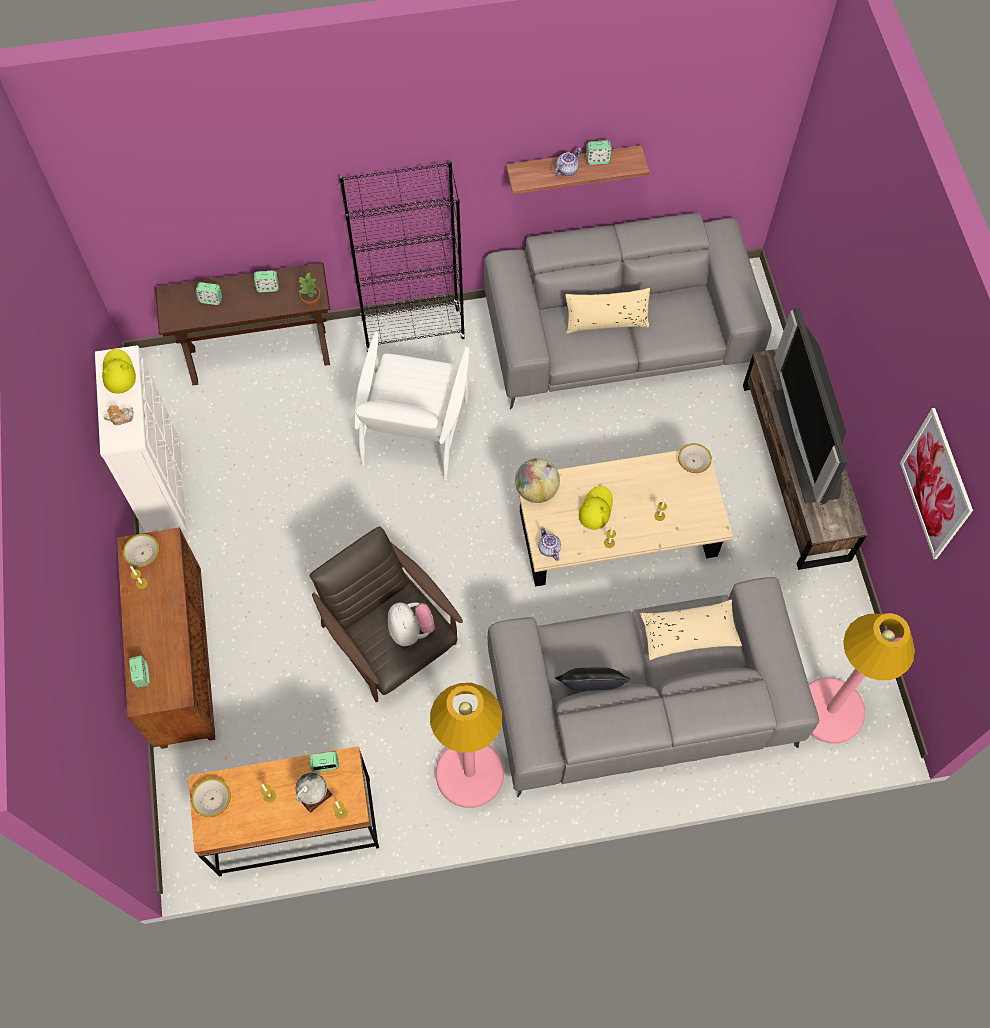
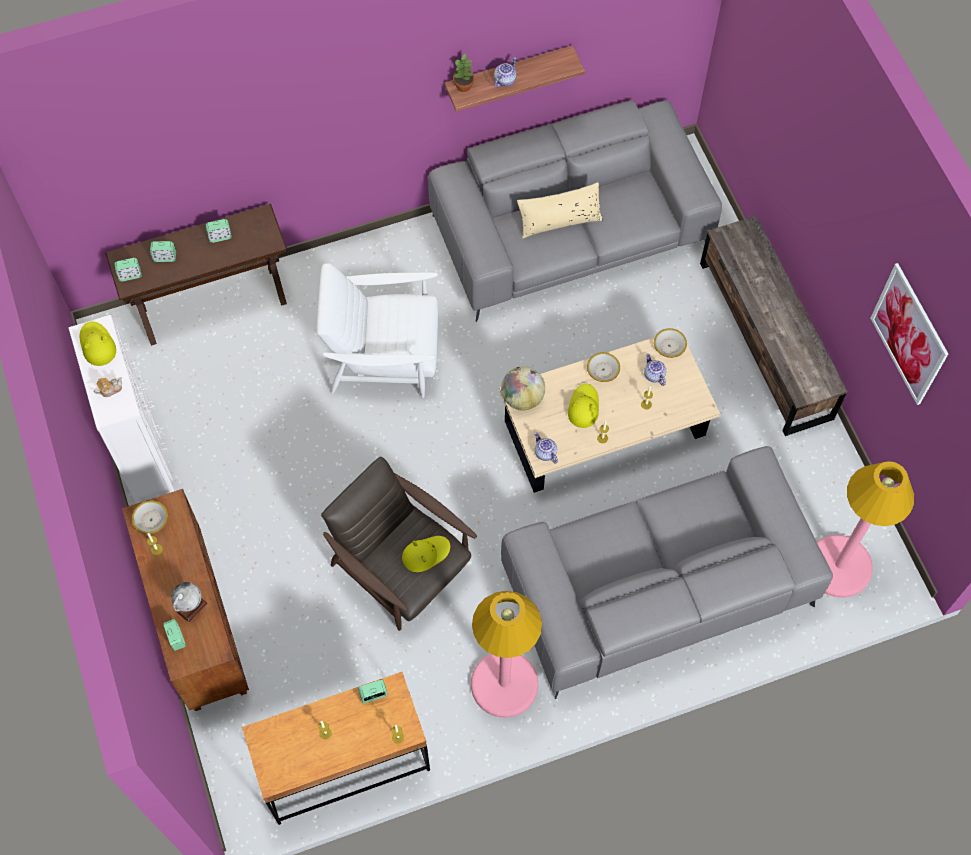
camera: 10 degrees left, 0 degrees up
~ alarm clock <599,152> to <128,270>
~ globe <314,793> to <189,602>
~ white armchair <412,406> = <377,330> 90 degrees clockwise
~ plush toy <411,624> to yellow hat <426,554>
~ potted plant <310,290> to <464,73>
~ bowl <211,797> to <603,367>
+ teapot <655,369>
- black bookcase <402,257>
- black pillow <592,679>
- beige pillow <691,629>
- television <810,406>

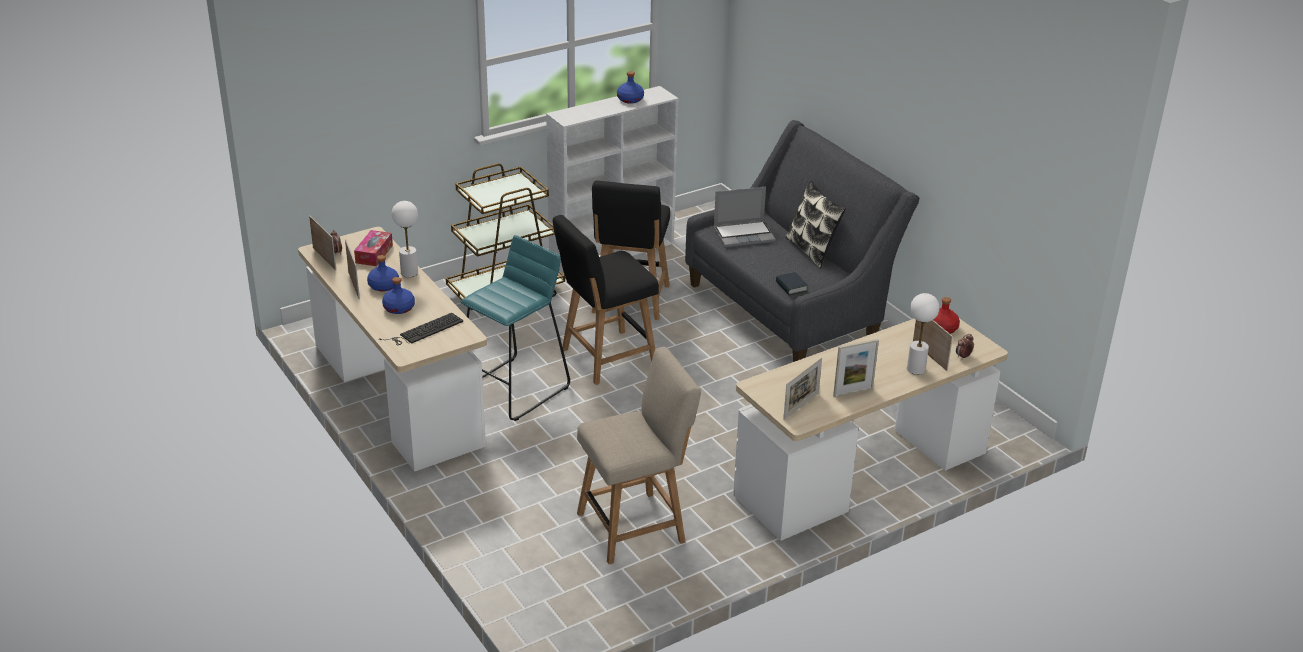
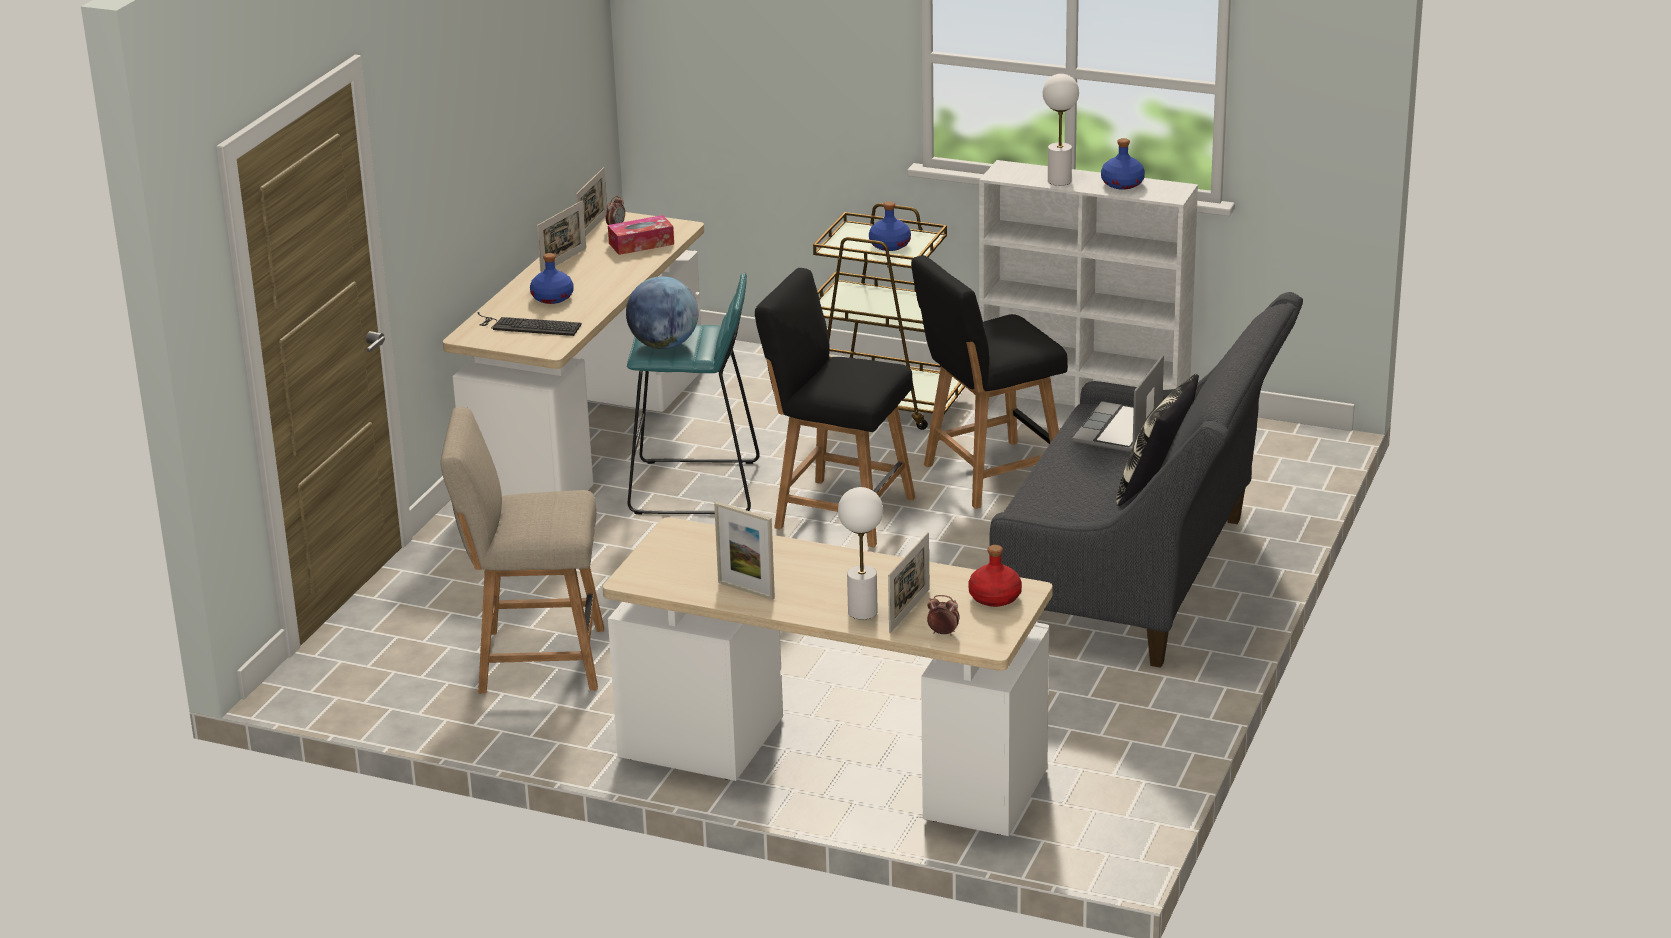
camera: 55 degrees right, 5 degrees down
~ beige chair <639,456> = <522,550> 150 degrees clockwise
+ globe <662,312>
~ blue bottle <383,273> to <890,226>
~ white table lamp <404,239> to <1061,130>
~ laptop <745,217> = <1118,403> 75 degrees clockwise
- book <792,283>
- picture frame <802,389>

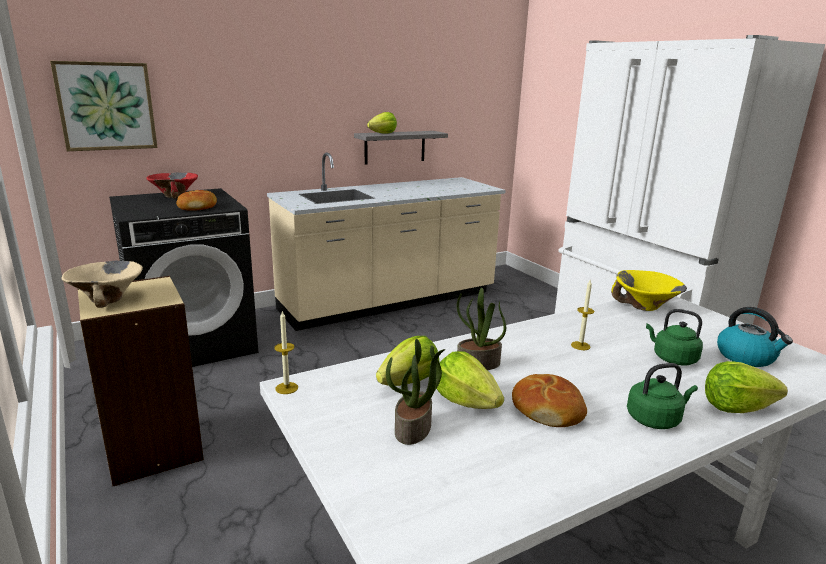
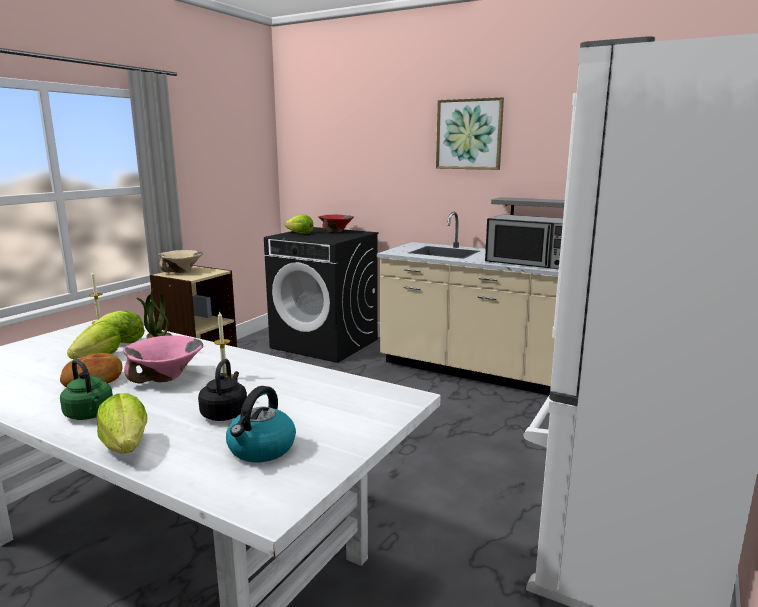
camera: 60 degrees right, 5 degrees down
+ pink bowl <163,359>
~ green kettle <674,337> to black kettle <222,390>
~ lettuce <382,123> to <299,224>
~ picture <104,106> to <470,133>
+ microwave <524,241>
- bread <196,200>
- potted plant <415,392>
- yellow bowl <649,290>

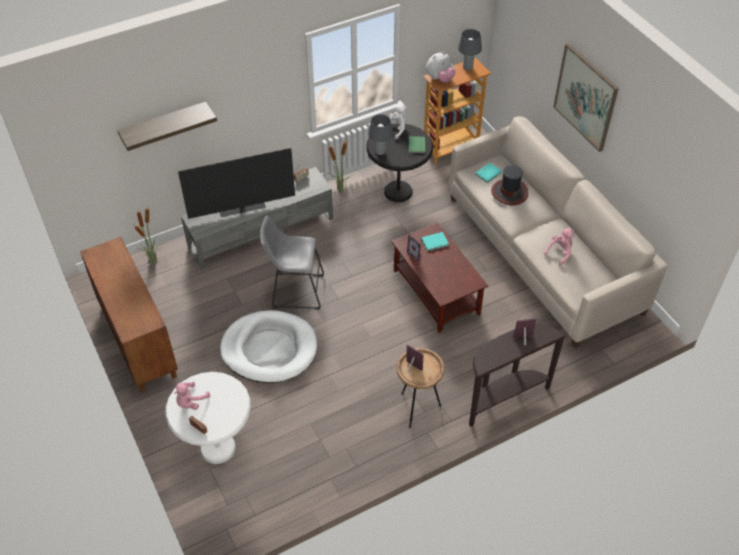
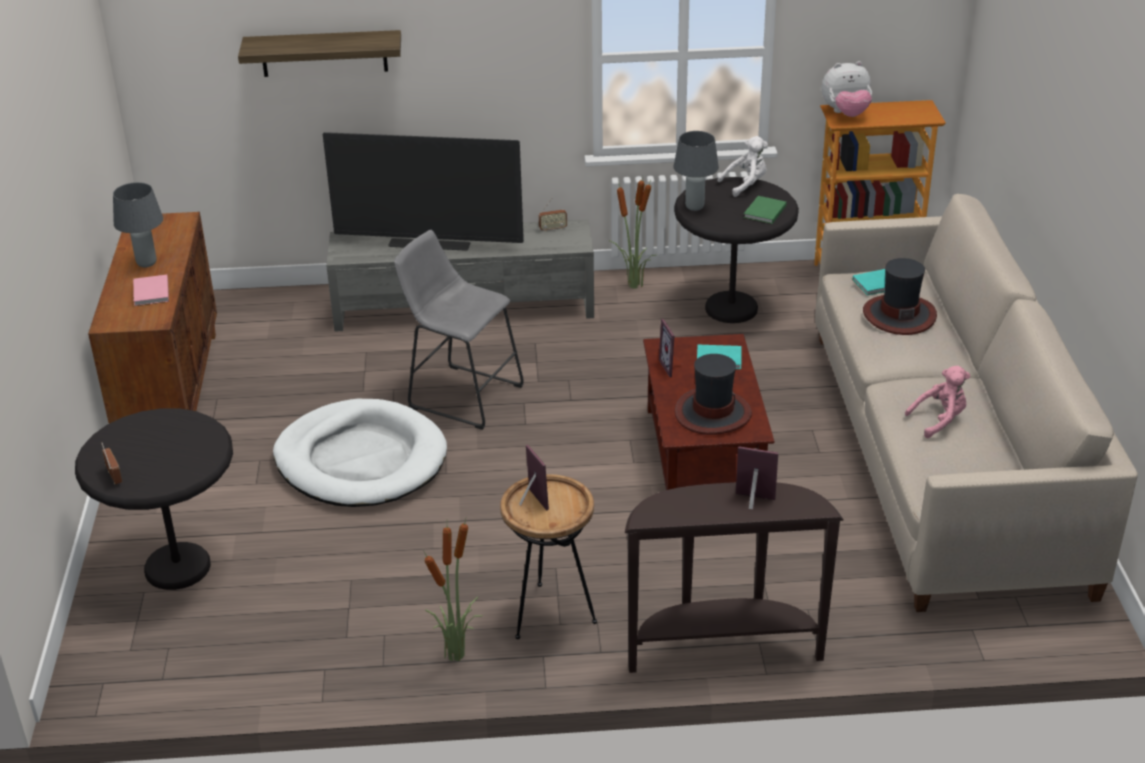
camera: 25 degrees right, 15 degrees down
~ white side table <208,418> to black side table <154,499>
~ grey table lamp <470,49> to <138,224>
+ pink book <151,290>
~ potted plant <149,235> to <453,590>
+ hat <713,394>
- pink plush toy <192,396>
- picture <586,97>

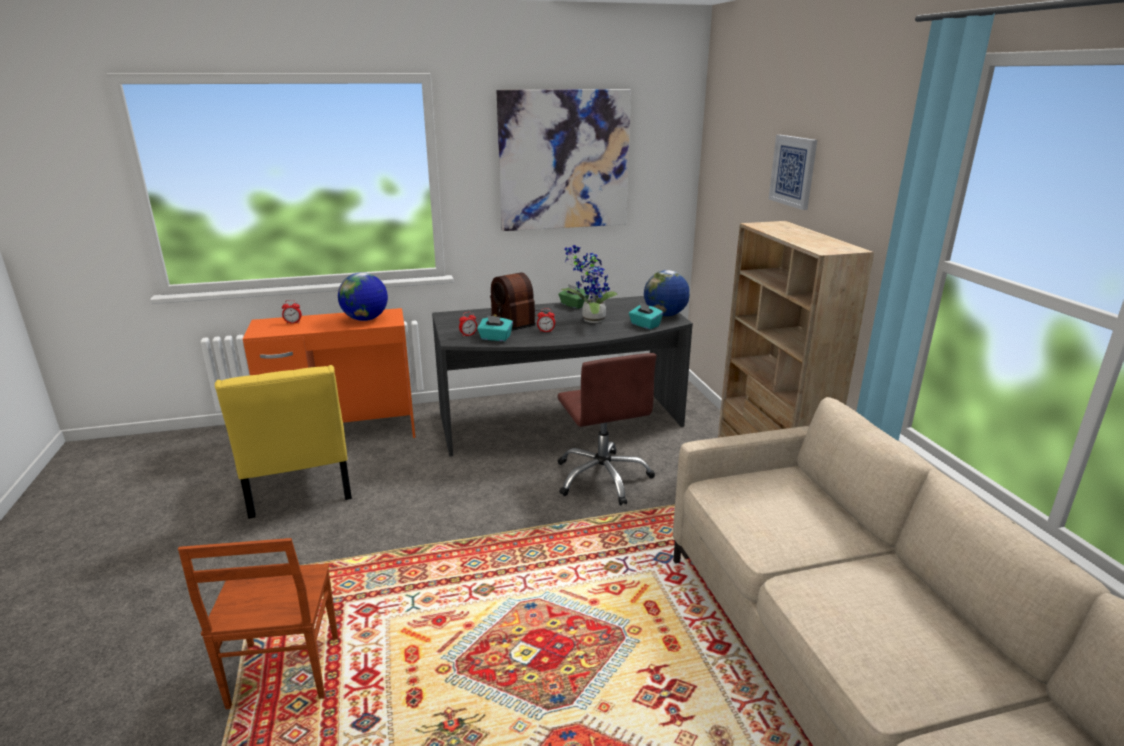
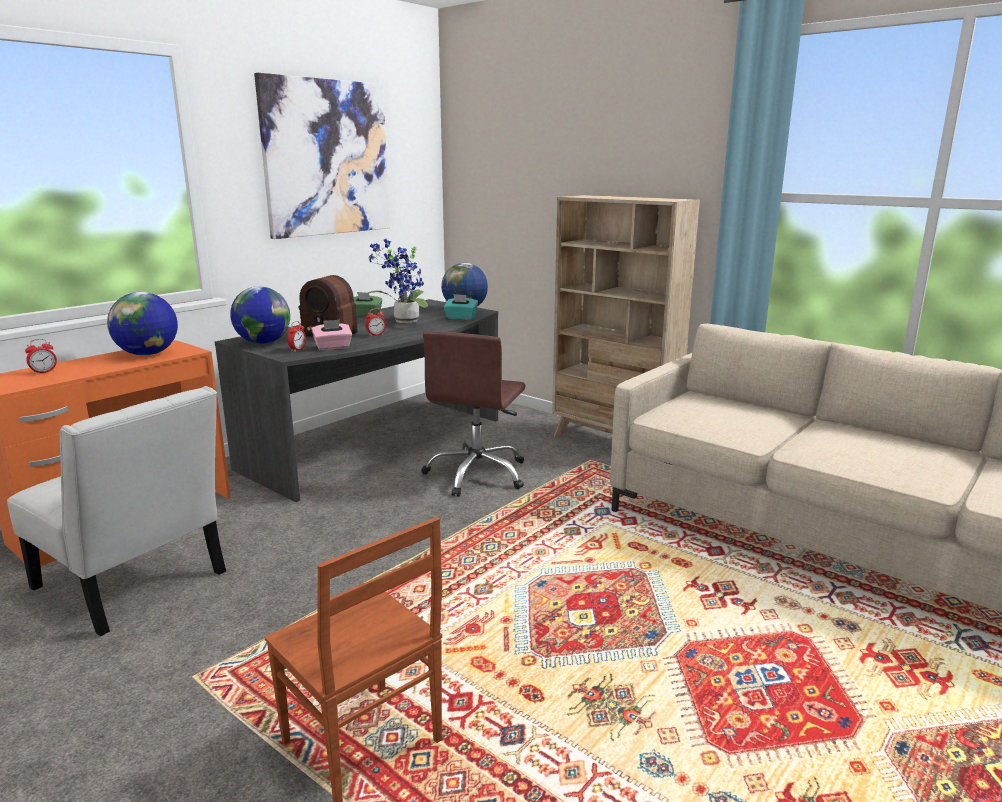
camera: 35 degrees left, 5 degrees down
~ yellow chair <283,442> to white chair <116,511>
+ globe <260,315>
~ turquoise tissue box <495,328> to pink tissue box <331,335>
~ brown office chair <607,429> = <473,414> 75 degrees clockwise
- picture <793,172>

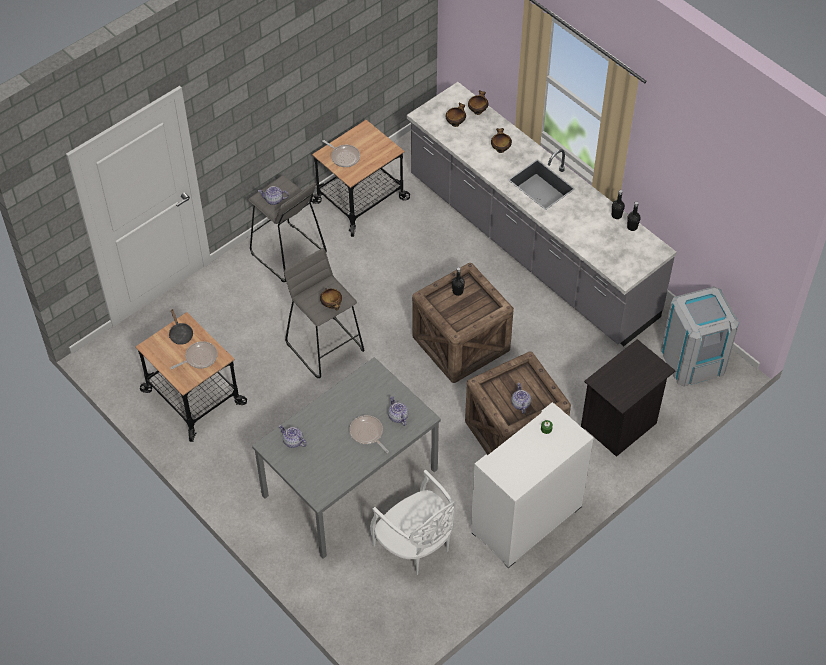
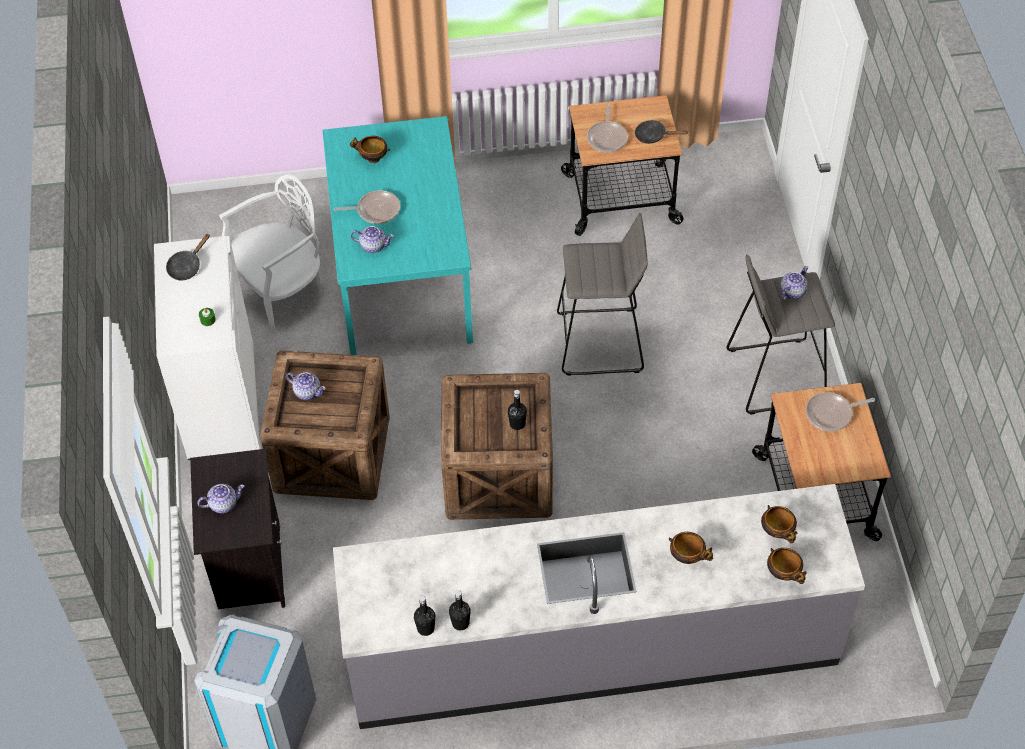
camera: 125 degrees right, 0 degrees up
+ black frying pan <188,257>
~ teapot <293,436> to <221,498>
~ white chair <412,522> = <270,253> 150 degrees clockwise
~ grey dining table <346,458> to turquoise dining table <397,235>
~ bowl <331,299> to <370,149>

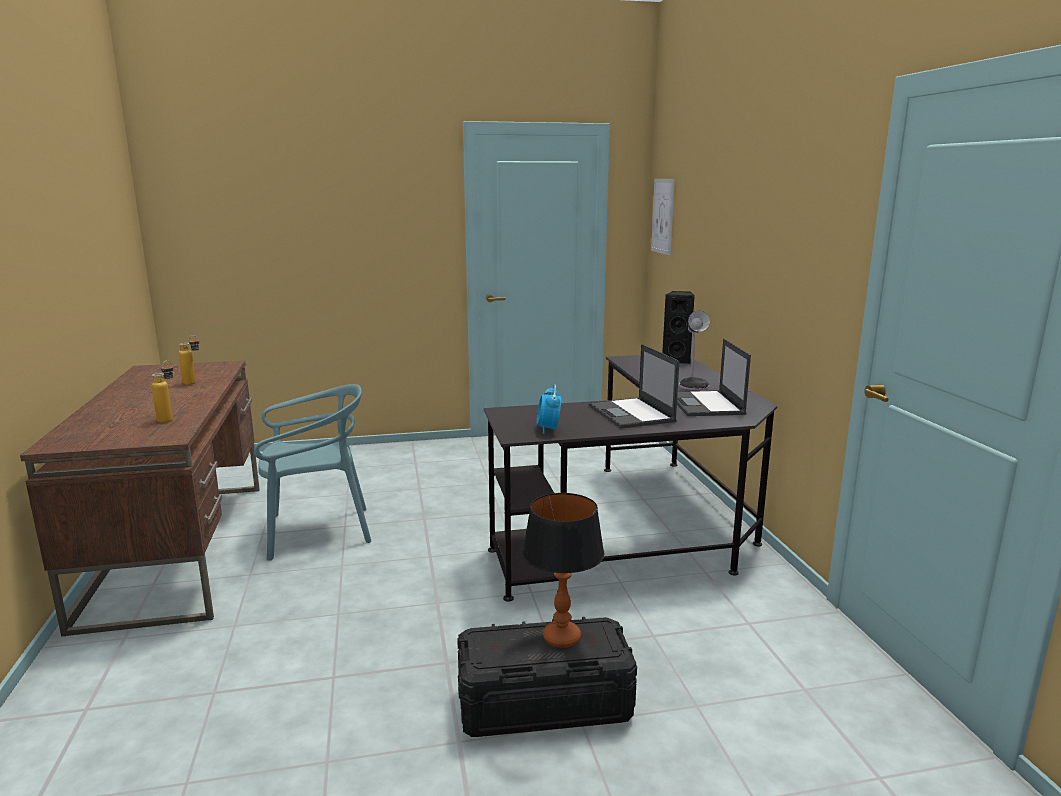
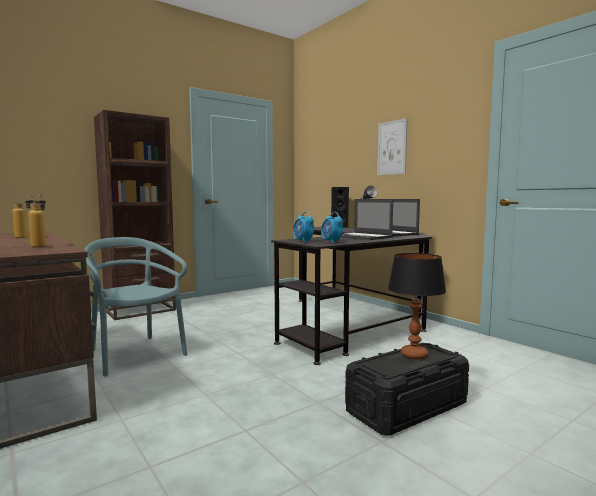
camera: 25 degrees left, 10 degrees down
~ turquoise chair <312,472> = <136,307> 90 degrees counterclockwise
+ brown bookcase <135,215>
+ alarm clock <303,227>
~ picture <663,217> to <392,146>

